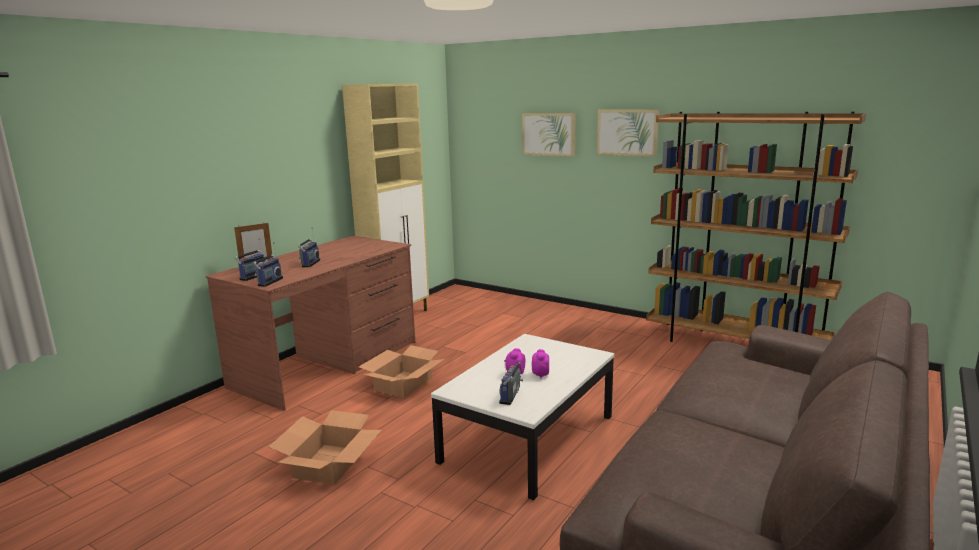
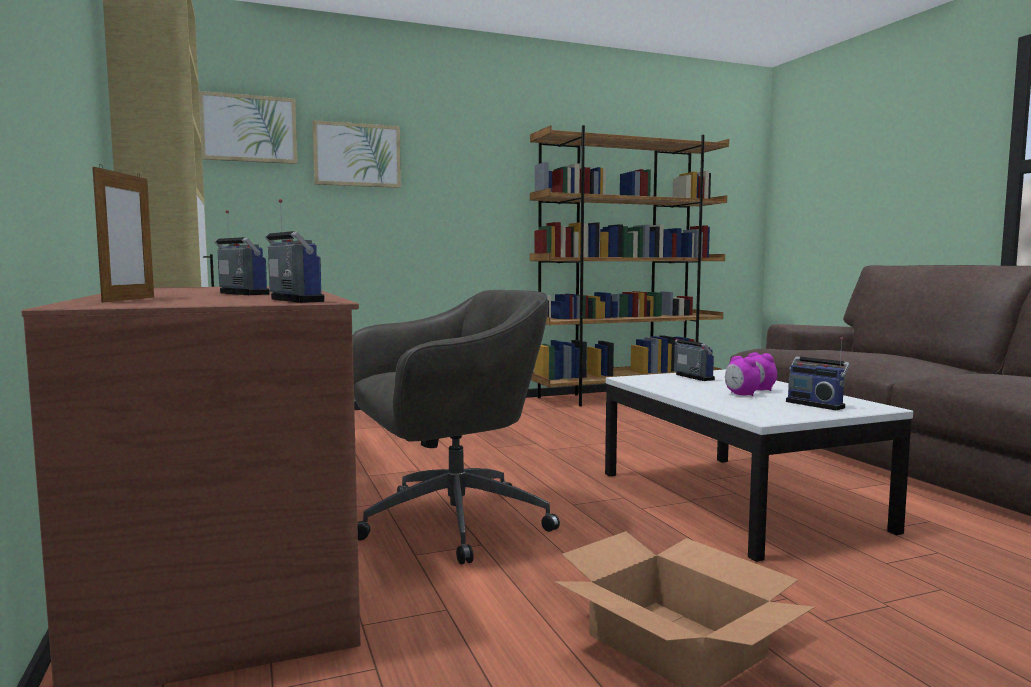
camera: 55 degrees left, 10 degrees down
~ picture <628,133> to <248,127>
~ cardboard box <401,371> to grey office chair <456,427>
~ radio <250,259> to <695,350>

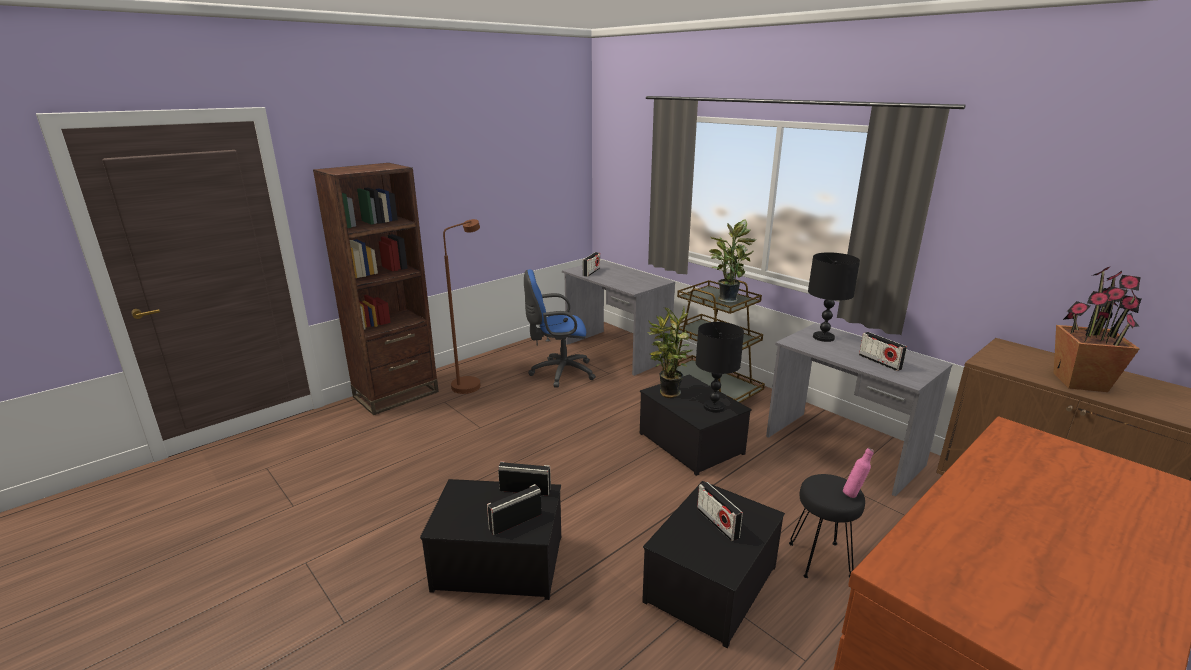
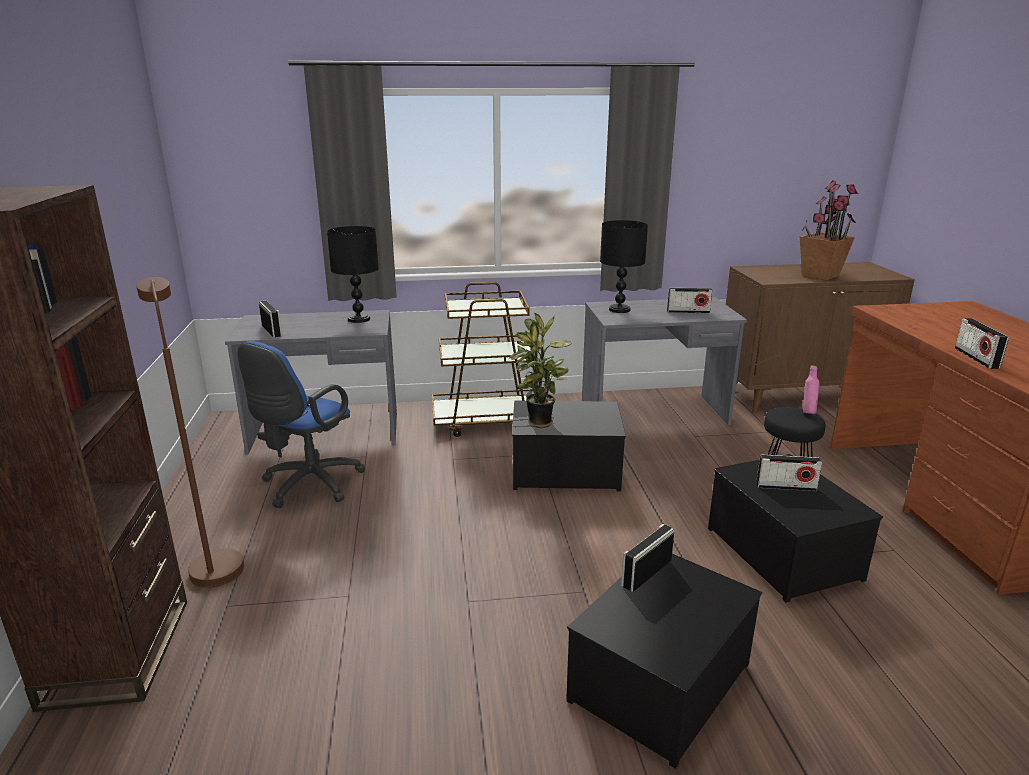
camera: 55 degrees left, 0 degrees up
~ black table lamp <720,367> to <353,274>
~ radio <514,509> to <982,343>
- potted plant <732,261>

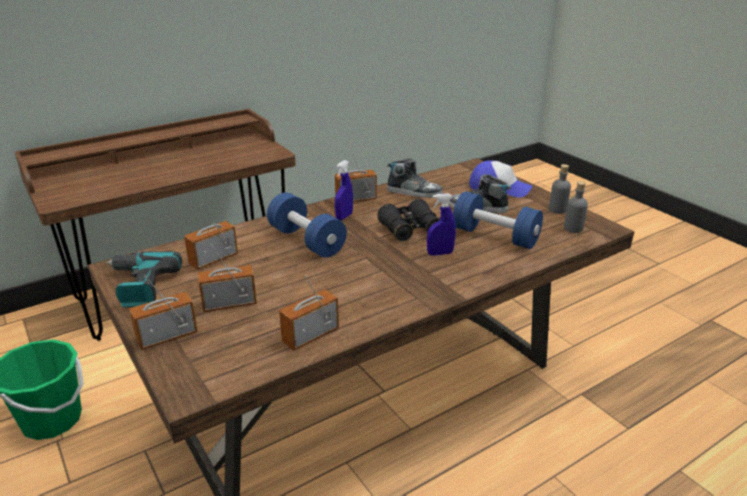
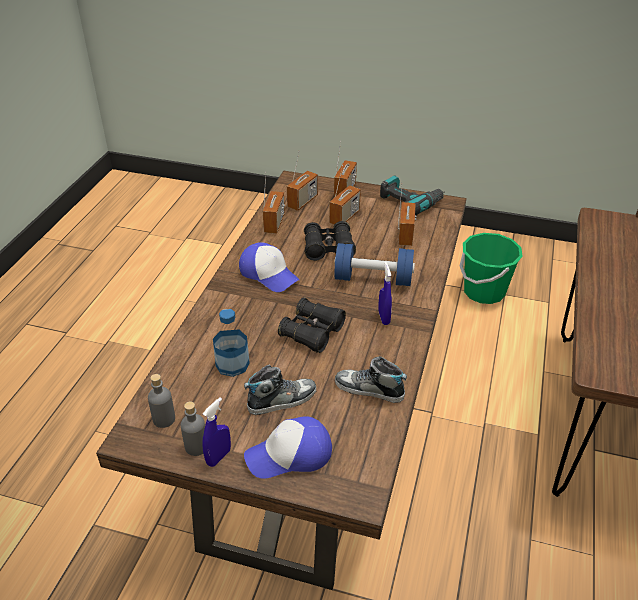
camera: 140 degrees right, 10 degrees up
~ blue spray bottle <441,224> to <217,432>
~ blue dumbbell <498,220> to bottle <231,343>
+ cap <269,267>
~ radio <356,175> to <302,180>
+ black binoculars <330,241>
~ shoe <415,178> = <371,379> 45 degrees clockwise

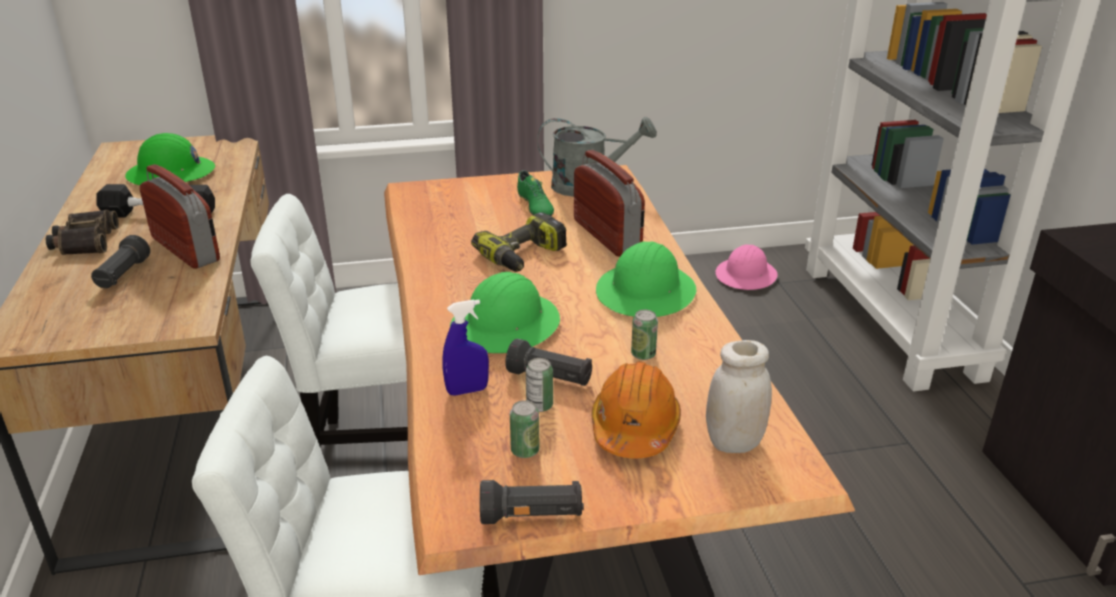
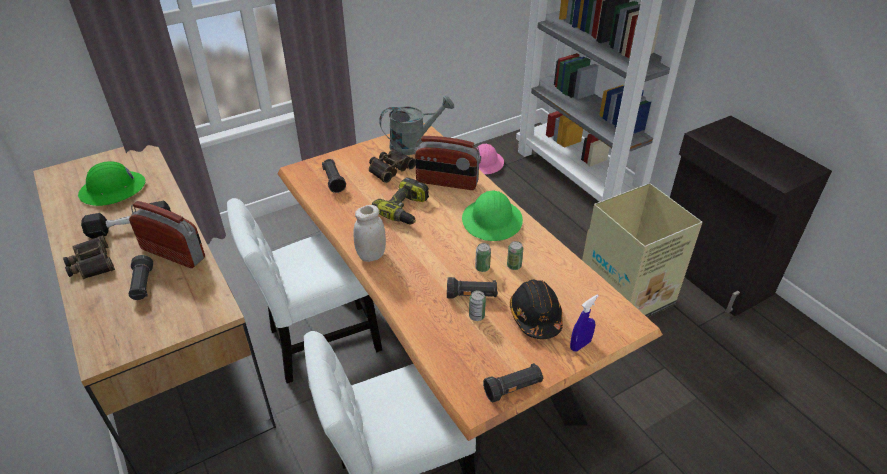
camera: 20 degrees left, 10 degrees up
+ black flashlight <334,176>
~ white jar <739,396> to <369,233>
~ green shoe <535,193> to binoculars <392,166>
~ radio <609,203> = <447,163> 150 degrees clockwise
~ can <525,429> to <483,257>
~ orange hard hat <636,410> to black hard hat <536,309>
~ blue spray bottle <465,347> to <584,323>
+ cardboard box <642,250>
- green hard hat <505,312>

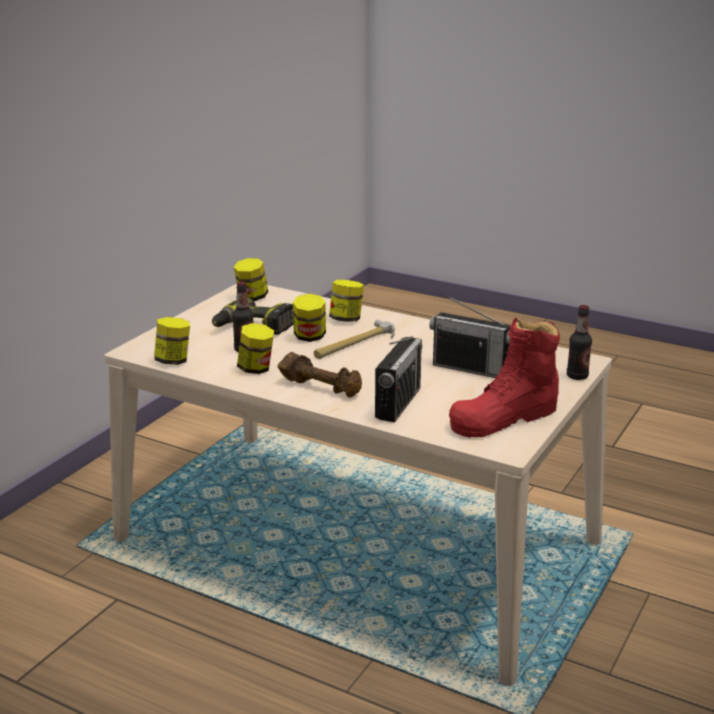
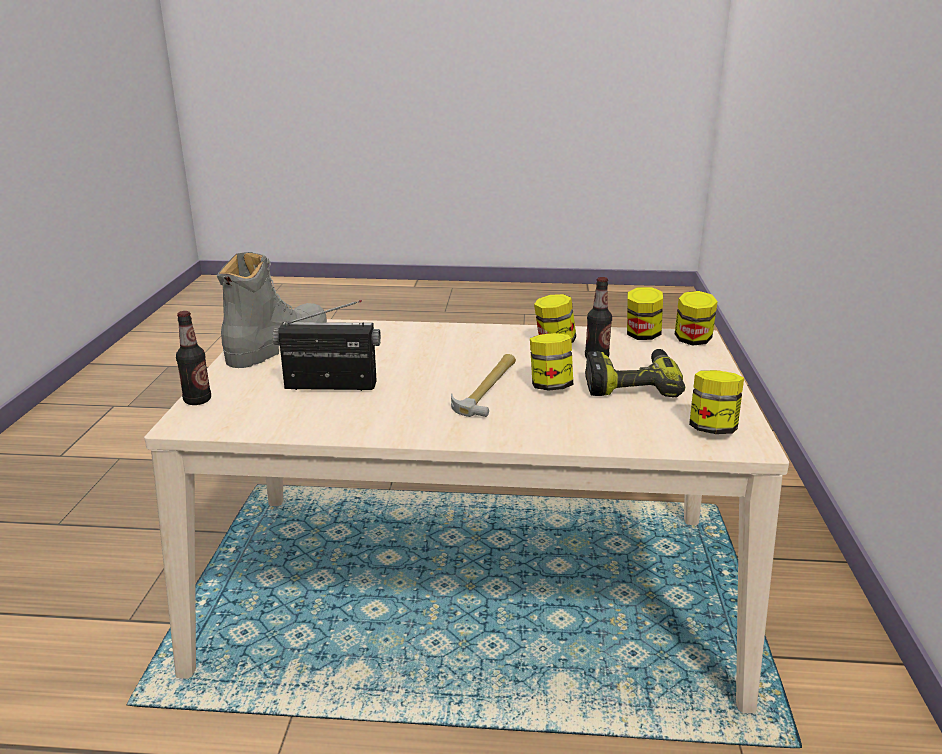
camera: 155 degrees right, 0 degrees up
~ red boot <504,378> to grey boot <272,310>
~ jar <346,301> to <696,318>
- brown dumbbell <320,375>
- radio <399,379>

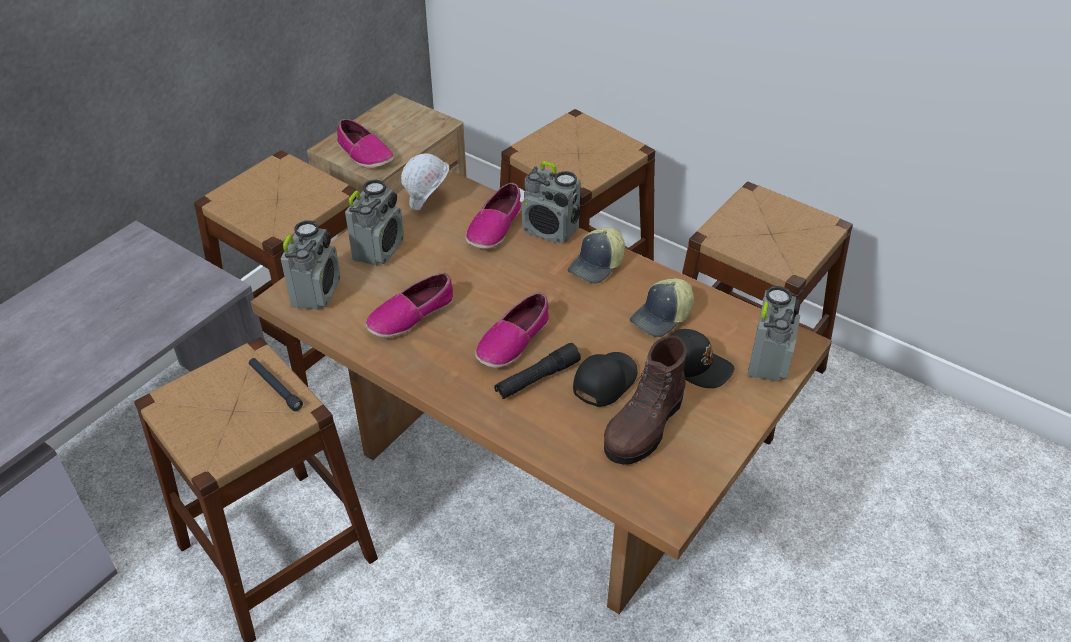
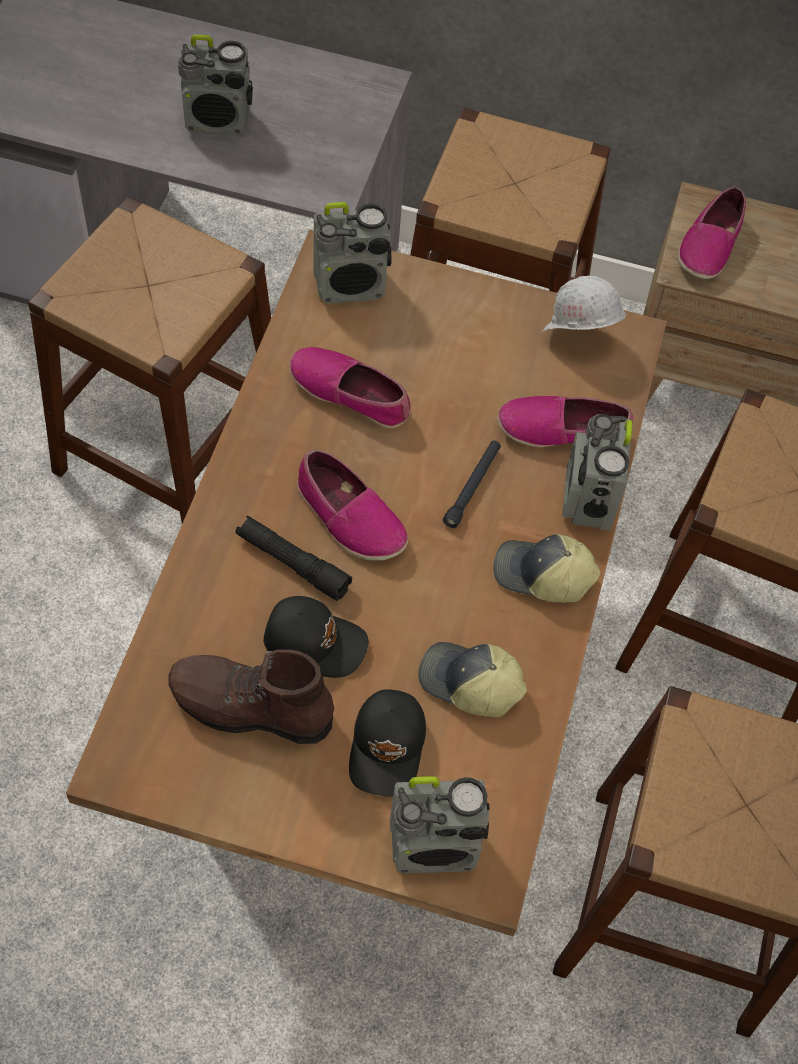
camera: 65 degrees right, 15 degrees up
~ radio <374,223> to <215,84>
~ shoe <512,330> = <352,505> 150 degrees counterclockwise
~ black flashlight <276,384> to <472,484>

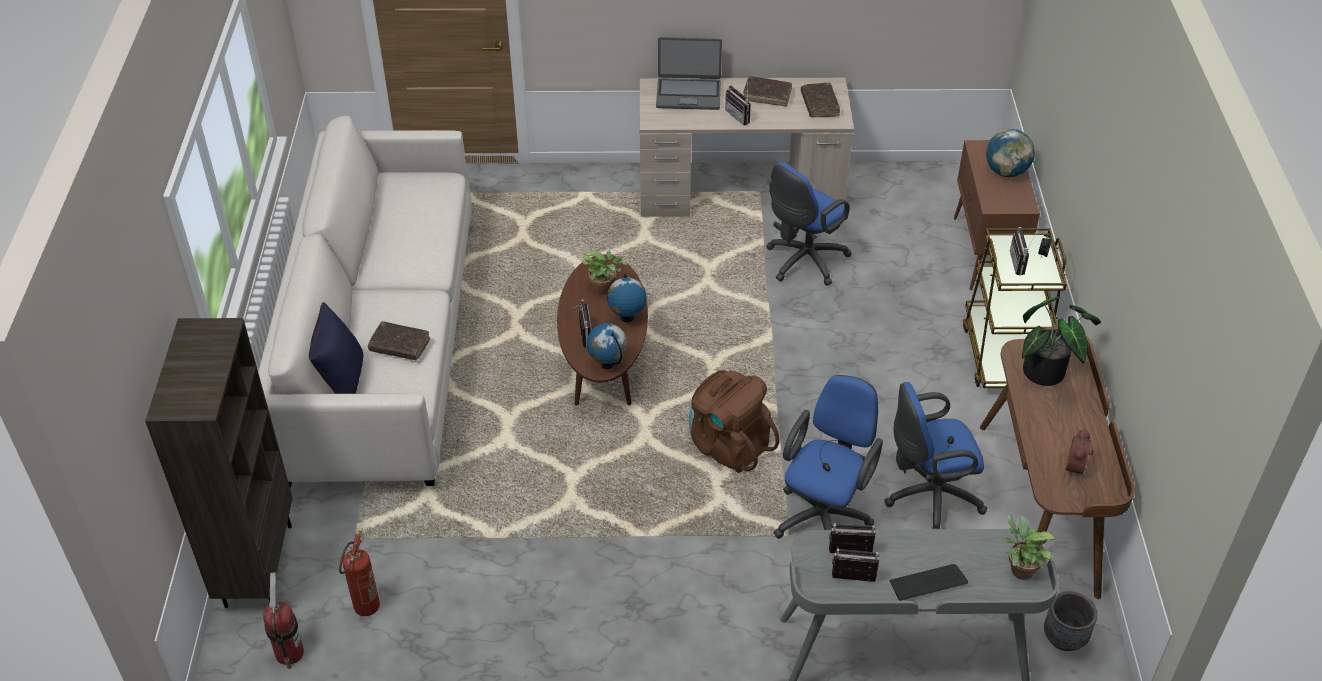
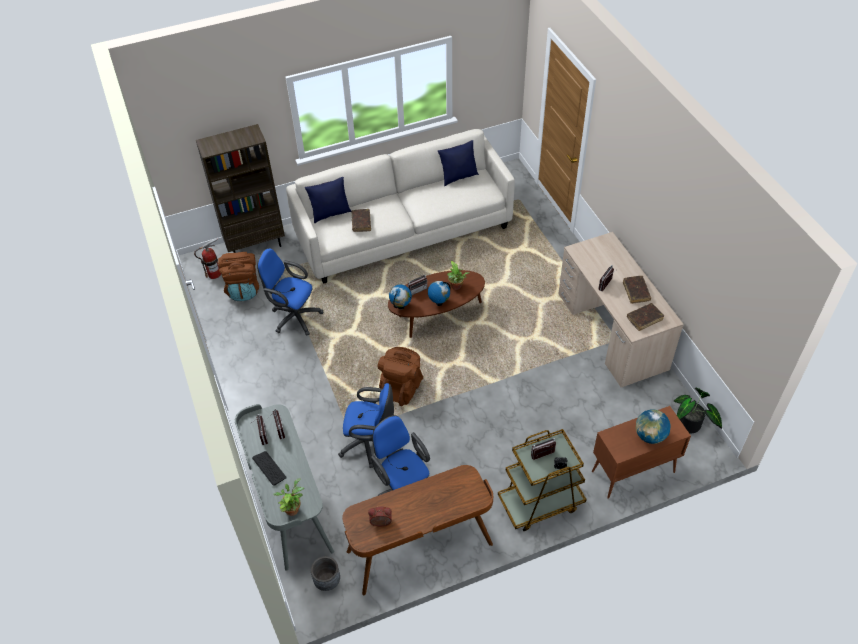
camera: 70 degrees right, 5 degrees up
~ fire extinguisher <359,575> to brown backpack <238,276>
~ blue office chair <809,224> to <290,292>
+ blue pillow <458,163>
~ potted plant <1061,341> to <698,410>
- laptop <689,73>

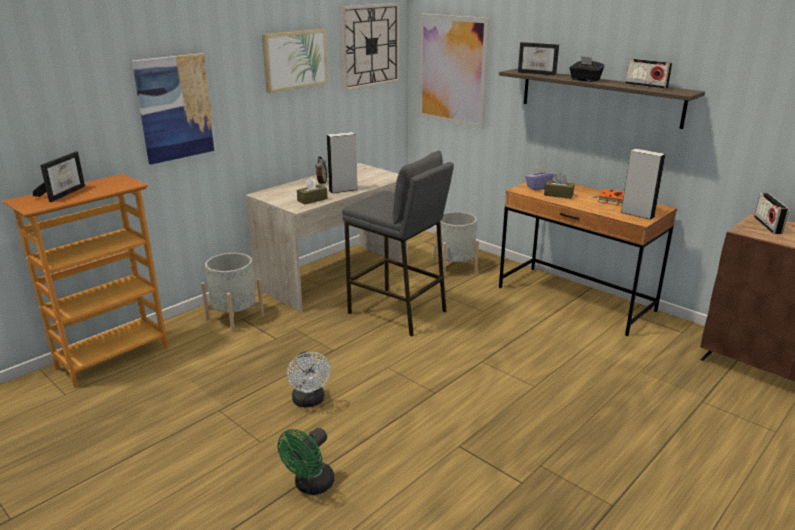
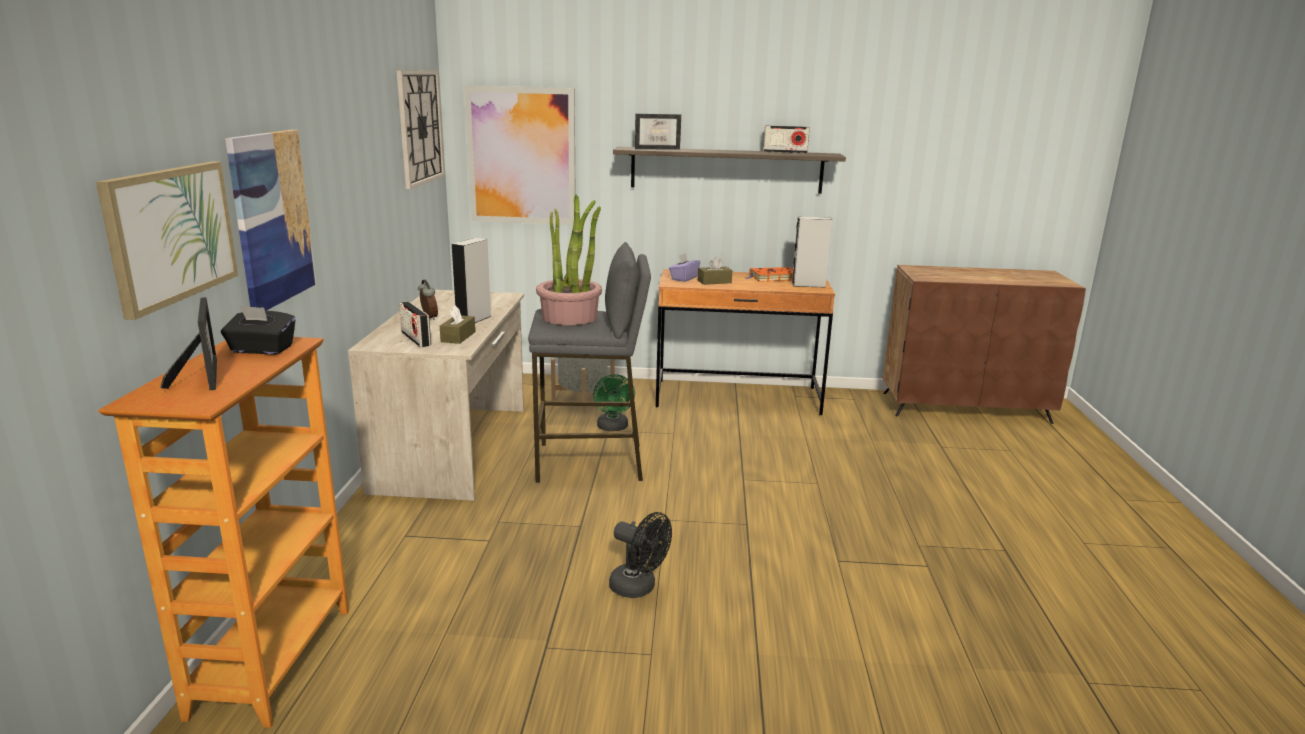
camera: 40 degrees left, 5 degrees down
~ picture <295,61> to <167,240>
~ black tissue box <586,69> to <258,330>
~ radio <771,213> to <415,324>
+ potted plant <569,259>
~ green fan <306,461> to <614,402>
~ white fan <309,379> to black fan <640,555>
- grey planter <232,292>

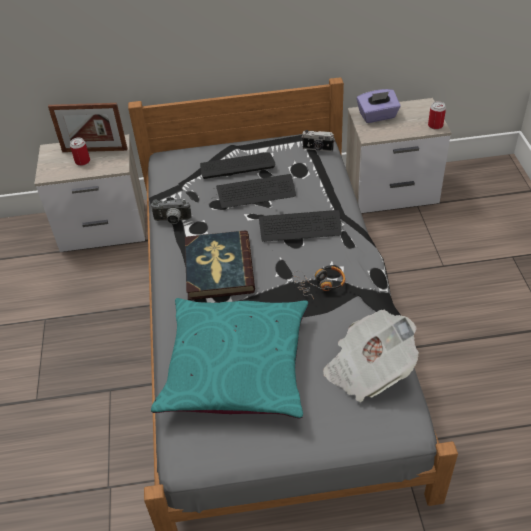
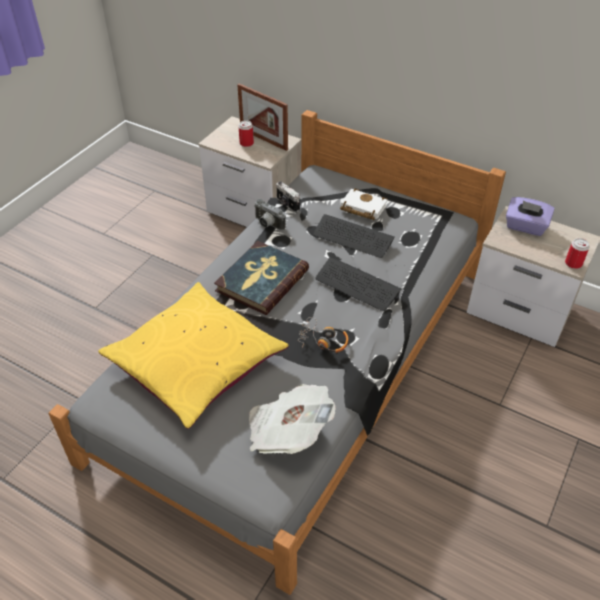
camera: 35 degrees right, 0 degrees up
~ turquoise pillow <229,358> to yellow pillow <193,355>
~ photo camera <318,141> to <288,197>
~ keyboard <237,165> to white book <363,204>

